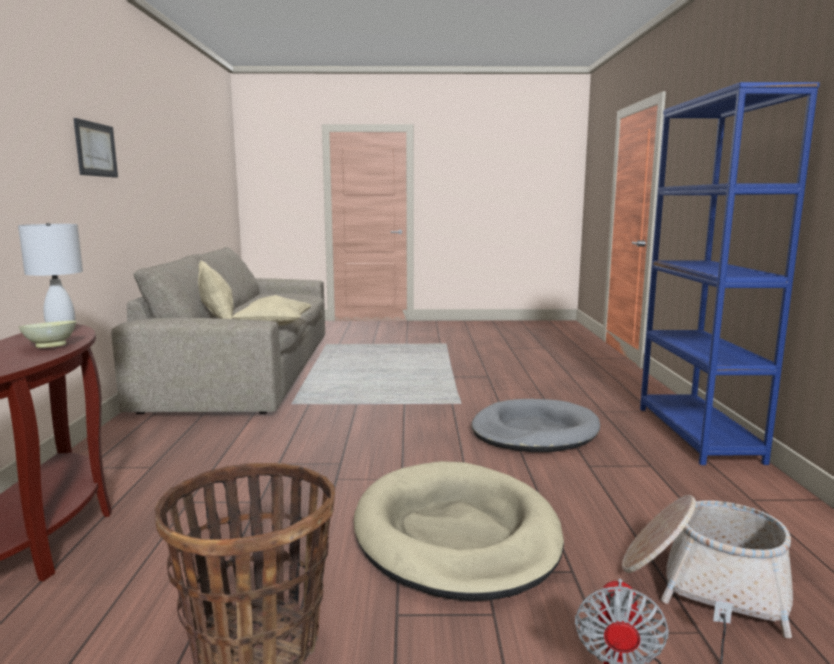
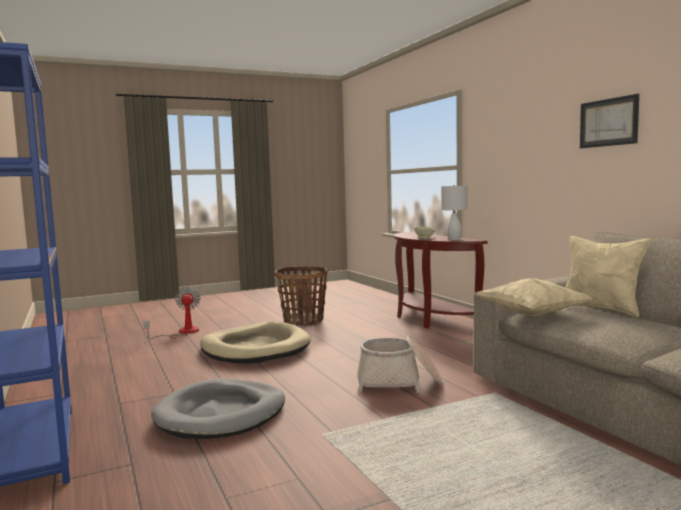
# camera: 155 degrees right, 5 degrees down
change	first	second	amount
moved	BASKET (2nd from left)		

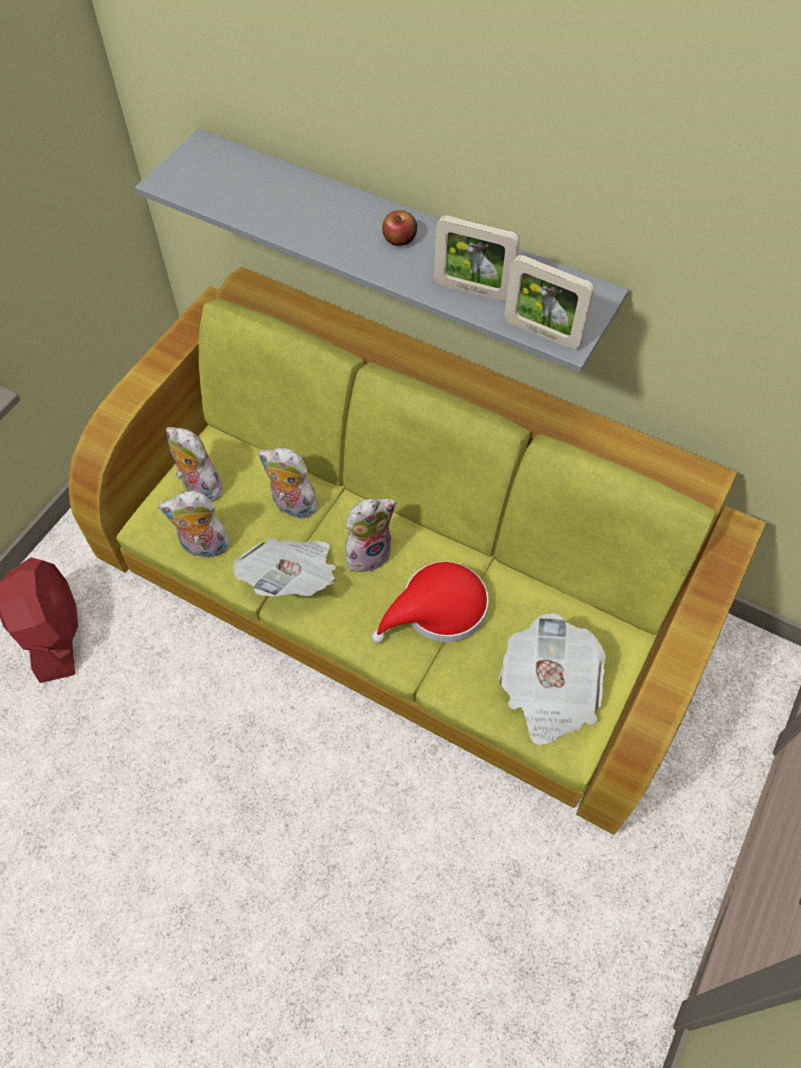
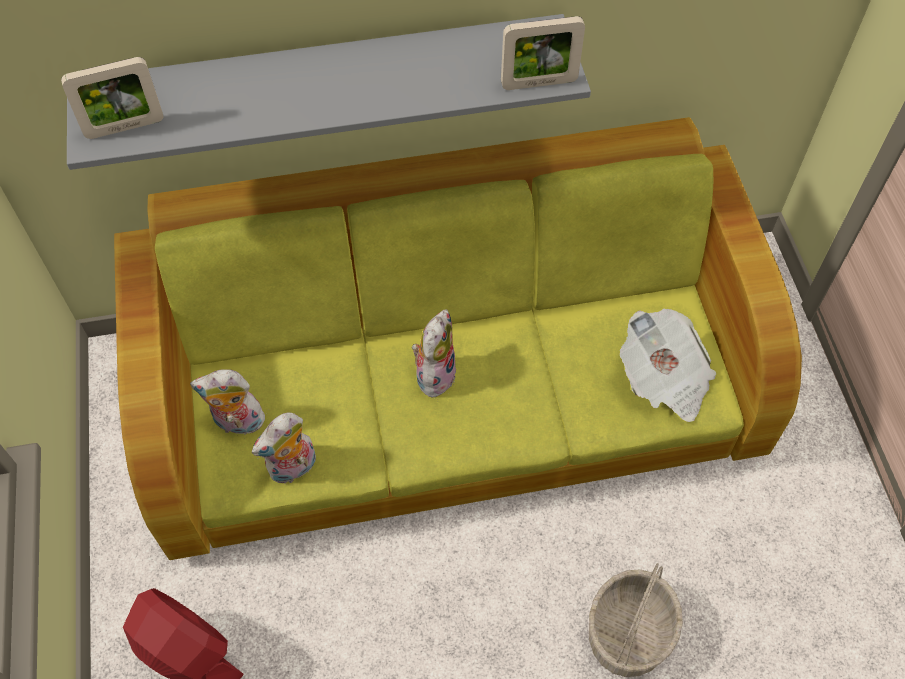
# camera: 40 degrees left, 0 degrees up
change	first	second	amount
removed	NEWSPAPER (1st from left)		
removed	PLUSH TOY (3rd from left)		
removed	RED HAT		
removed	APPLE		
moved	PICTURE FRAME (1st from left)		
added		BASKET	

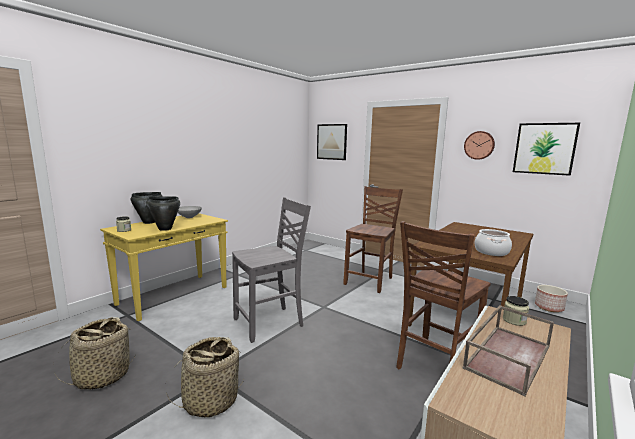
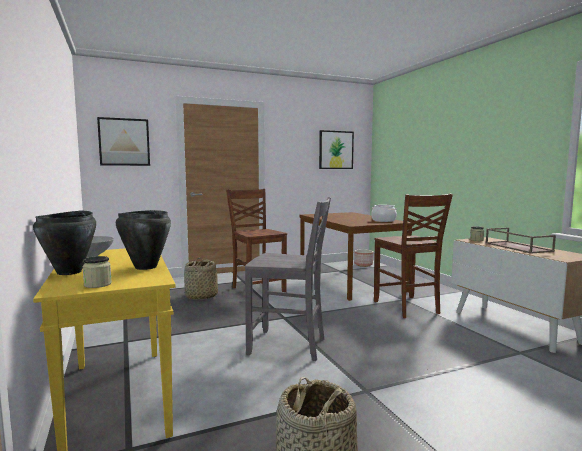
# camera: 60 degrees left, 5 degrees down
change	first	second	amount
moved	BASKET (2nd from left in the first image)	BASKET (1st from left)	
turned	GREY CHAIR		105 degrees clockwise
removed	WALL CLOCK		

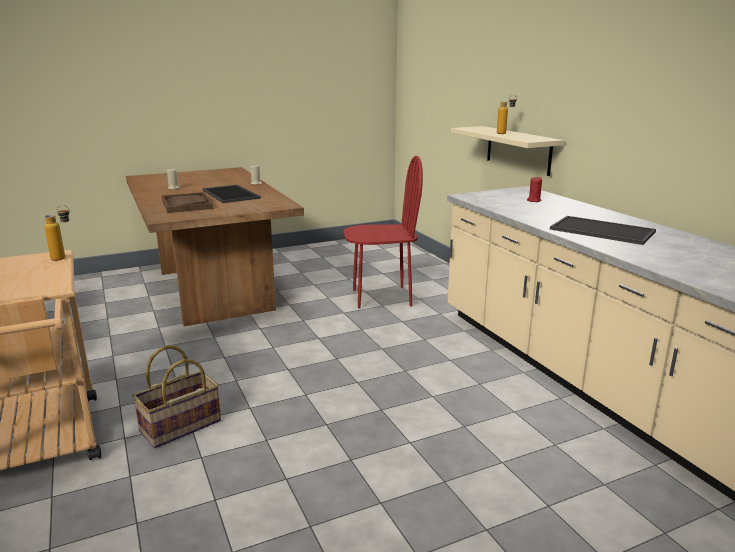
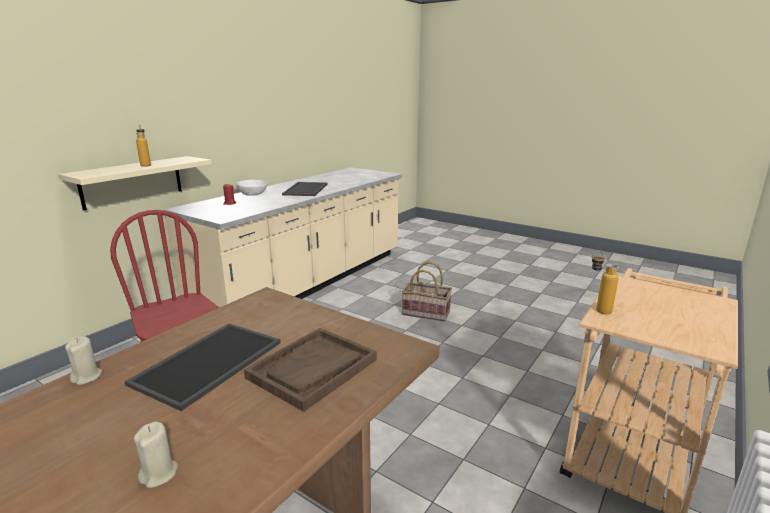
# camera: 120 degrees left, 0 degrees up
change	first	second	amount
moved	BASKET		
added		WHITE BOWL	

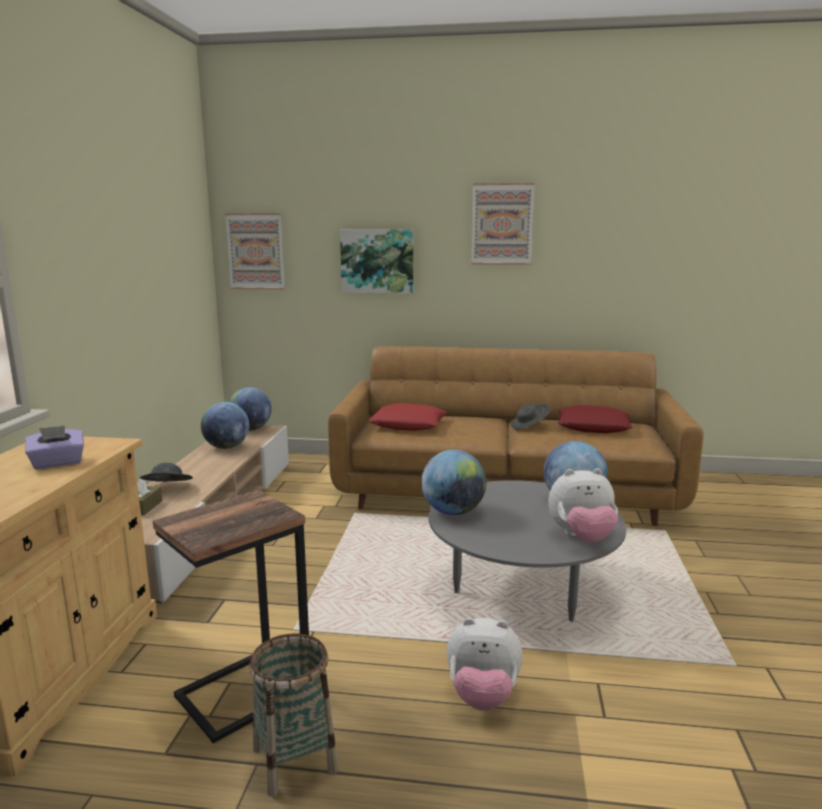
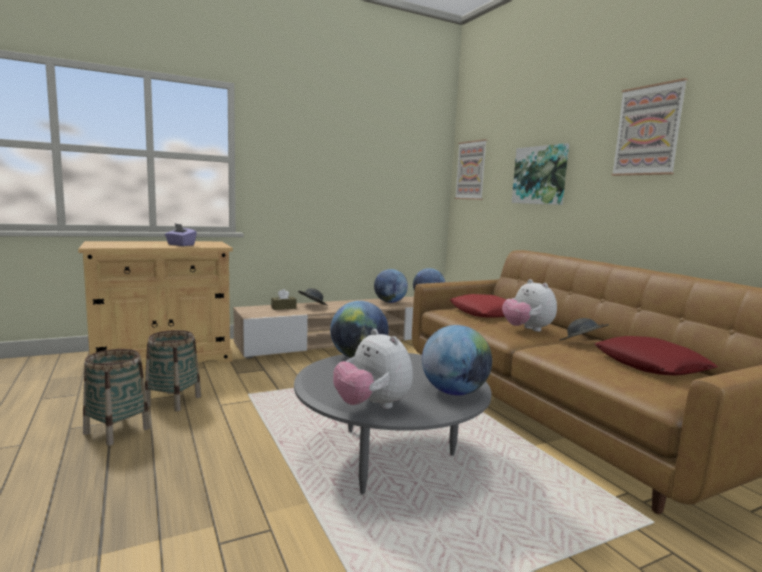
# camera: 55 degrees right, 5 degrees down
change	first	second	amount
replaced	SIDE TABLE	BASKET (2nd from left)	
moved	PLUSH TOY (1st from left in the first image)	PLUSH TOY (2nd from left)	

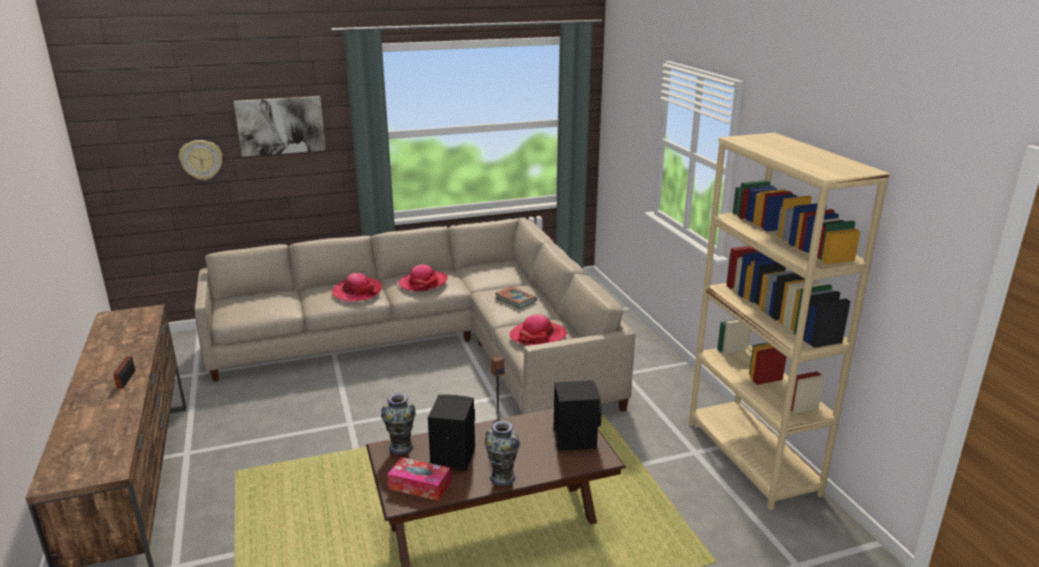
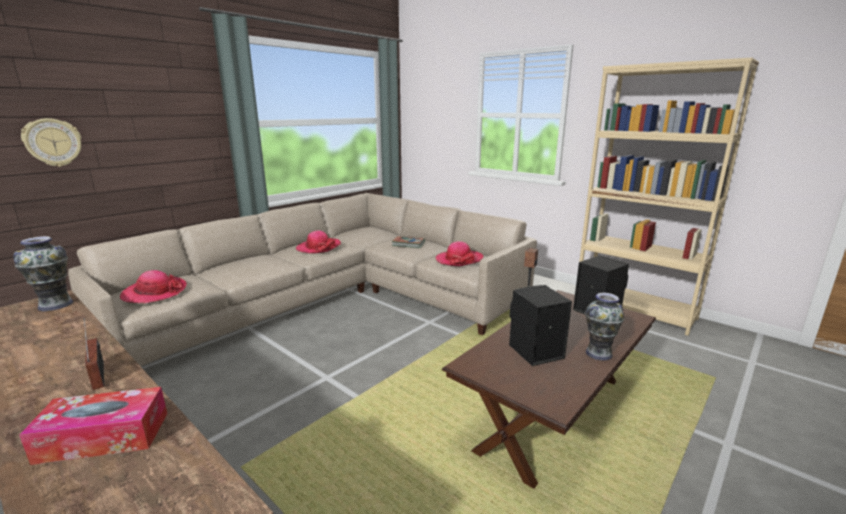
# camera: 30 degrees left, 5 degrees down
change	first	second	amount
removed	PICTURE		
moved	HAT (1st from left)		
moved	VASE (1st from left)		
moved	TISSUE BOX		

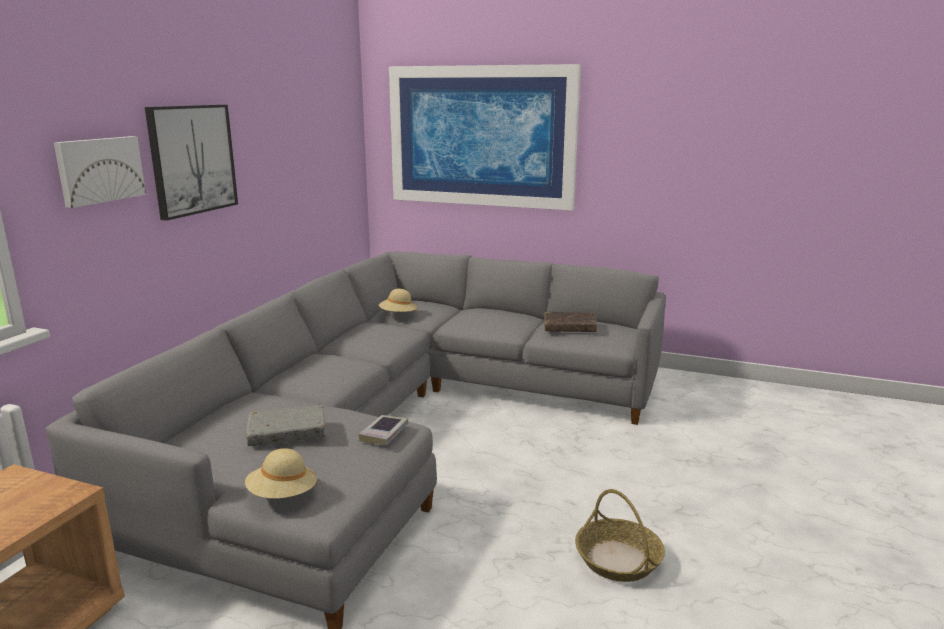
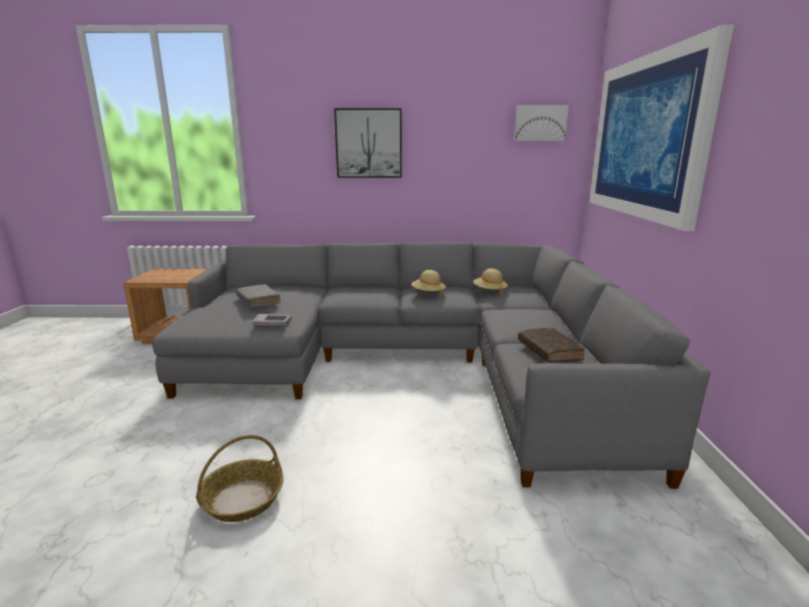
# camera: 70 degrees right, 0 degrees up
change	first	second	amount
moved	PICTURE (1st from left in the first image)	PICTURE (2nd from left)	
moved	BEIGE HAT (1st from left)		

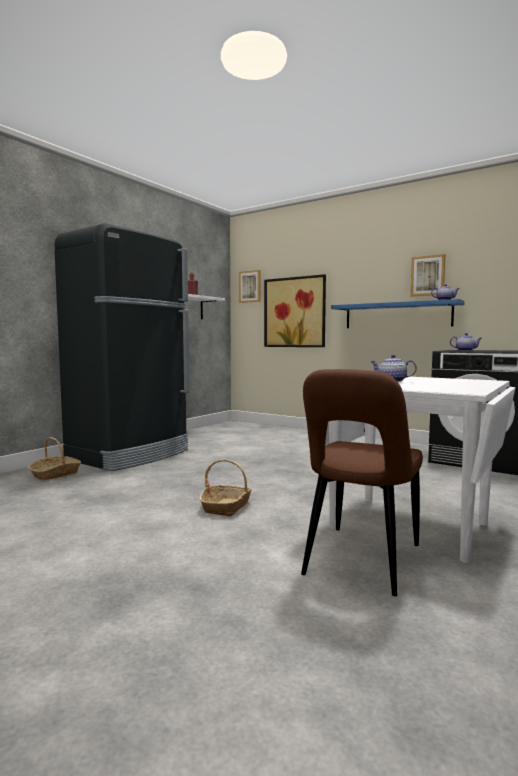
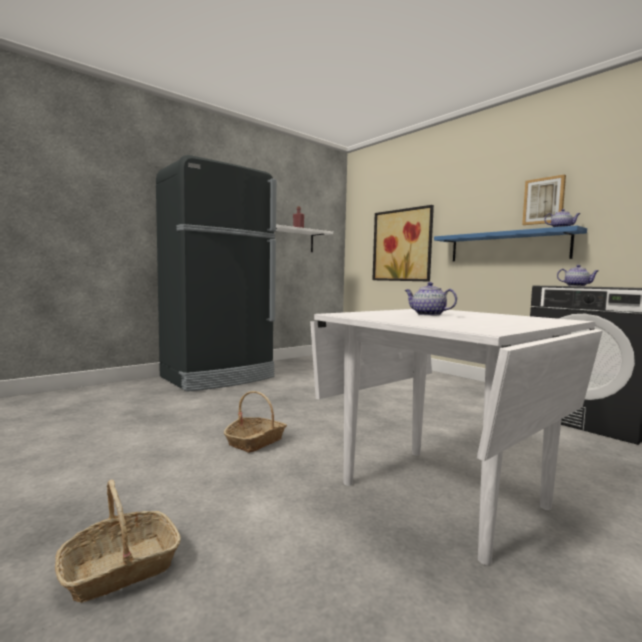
# camera: 15 degrees right, 0 degrees up
change	first	second	amount
moved	BASKET (1st from left)		
removed	PICTURE (1st from left)		
removed	BROWN CHAIR		

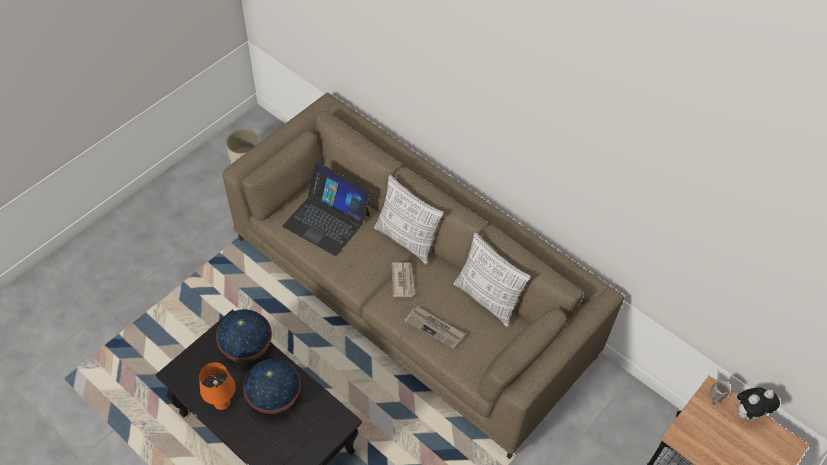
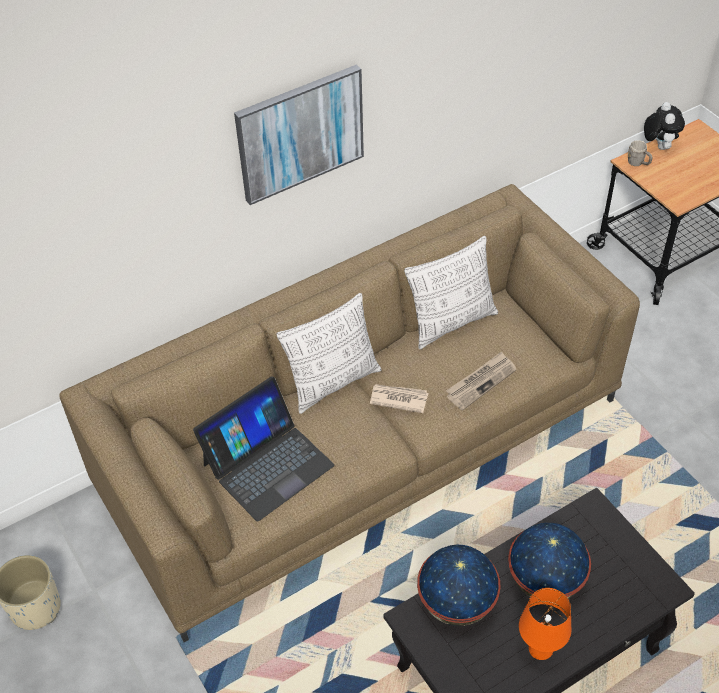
# camera: 70 degrees left, 5 degrees down
change	first	second	amount
added		PICTURE	

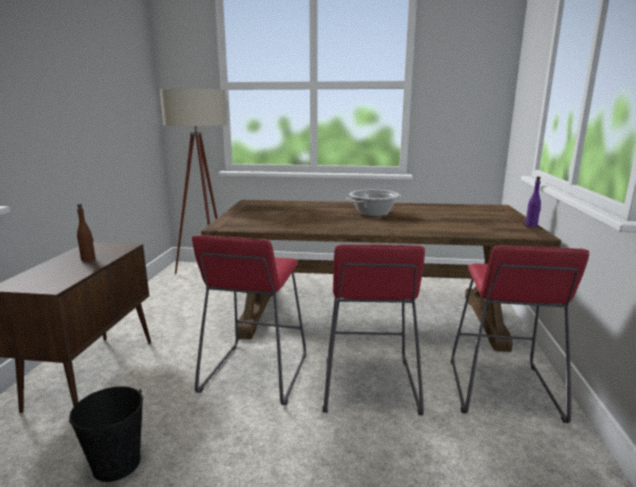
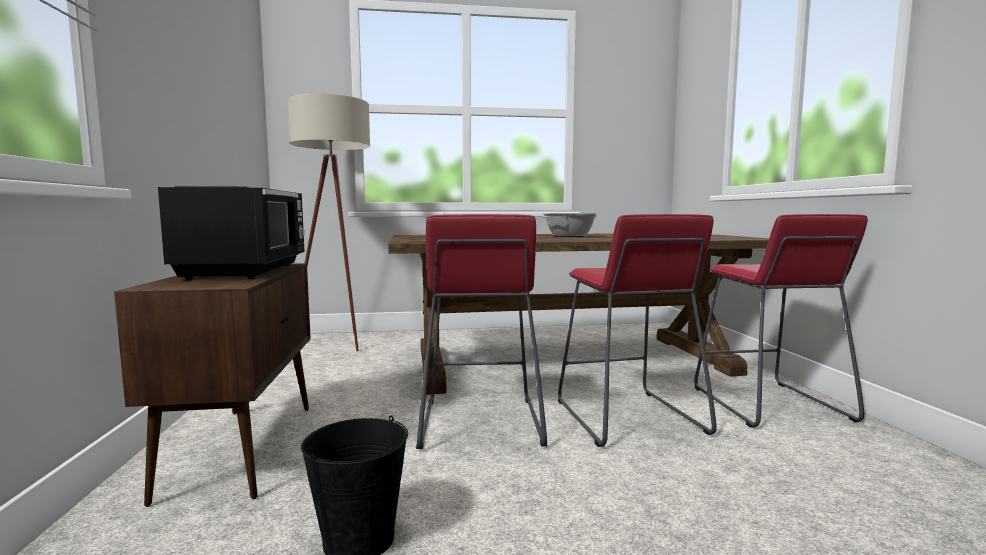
# camera: 15 degrees left, 10 degrees down
change	first	second	amount
replaced	BROWN BOTTLE	BLACK MICROWAVE	
removed	PURPLE BOTTLE		

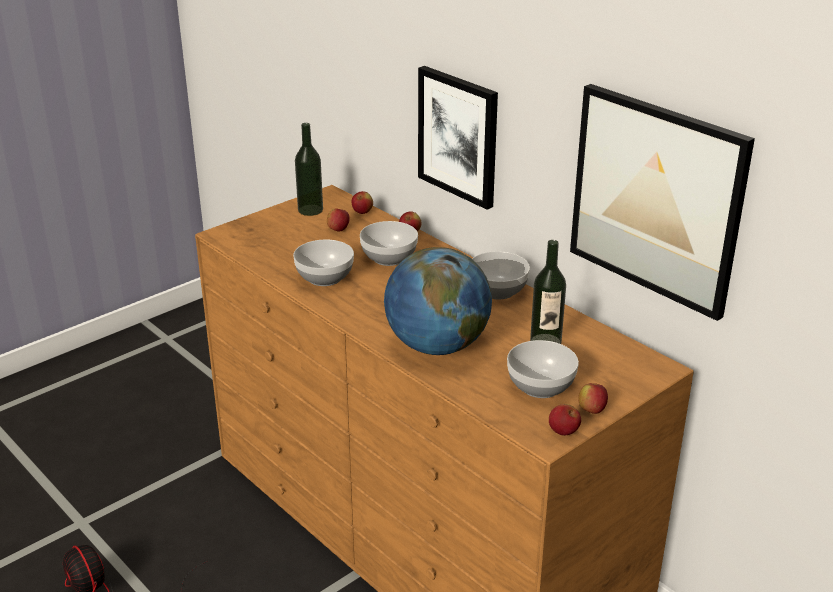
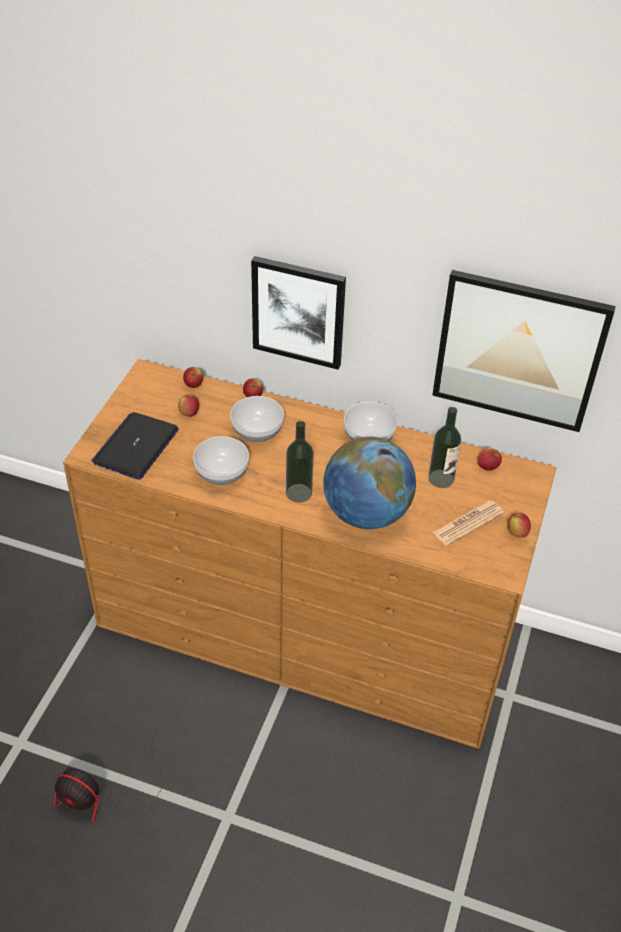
# camera: 30 degrees left, 15 degrees up
change	first	second	amount
moved	BOTTLE (1st from left)		
replaced	BOWL (4th from left)	NEWSPAPER	
moved	APPLE (4th from left)		
added		LAPTOP	

